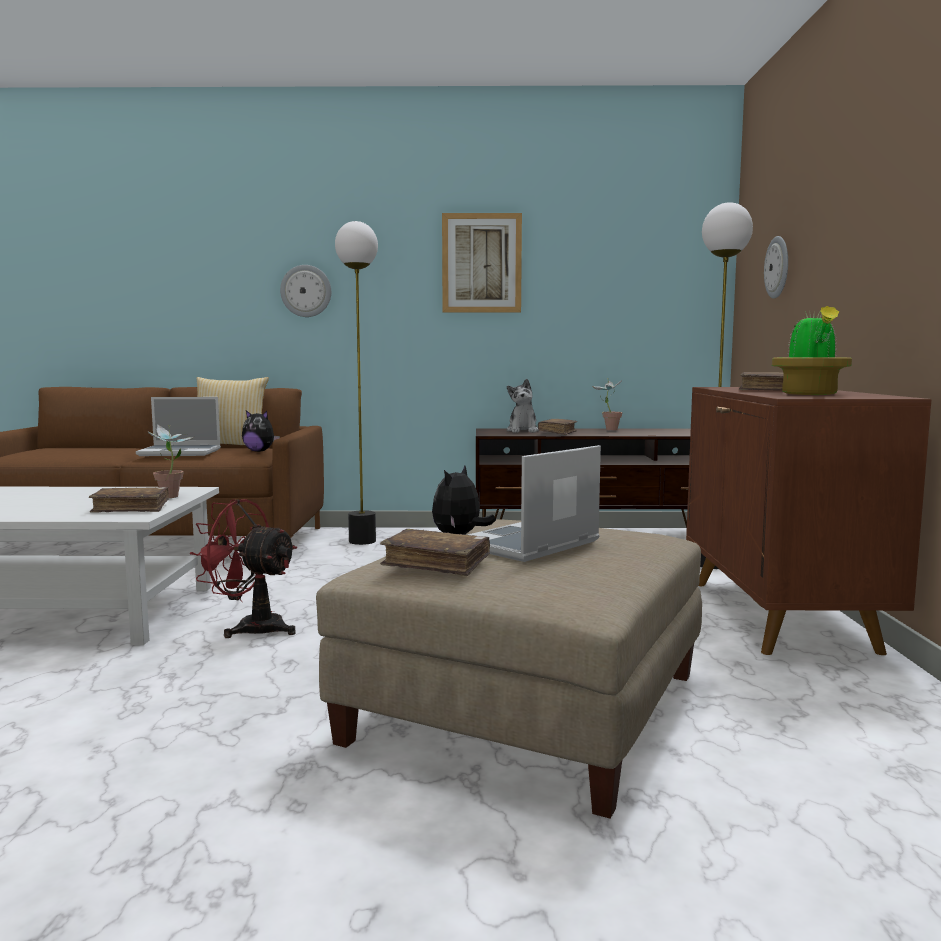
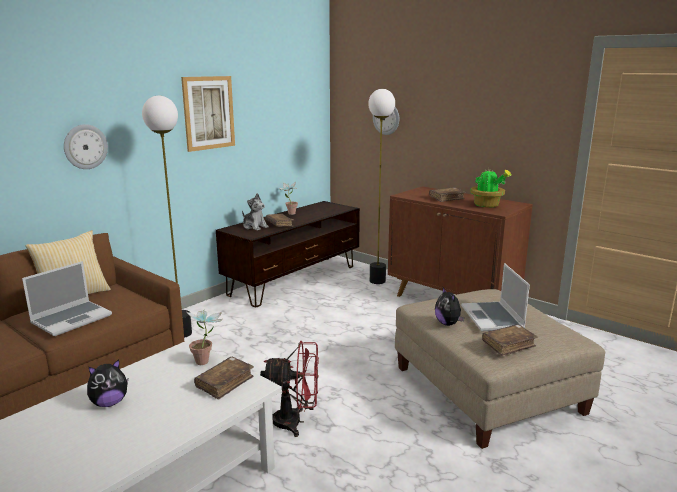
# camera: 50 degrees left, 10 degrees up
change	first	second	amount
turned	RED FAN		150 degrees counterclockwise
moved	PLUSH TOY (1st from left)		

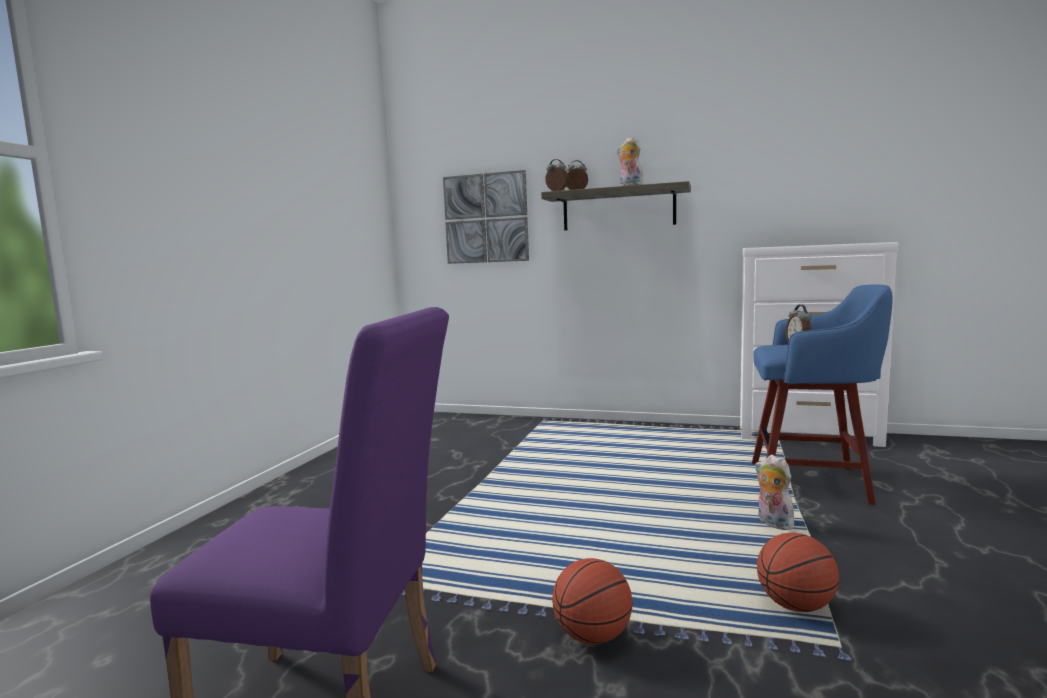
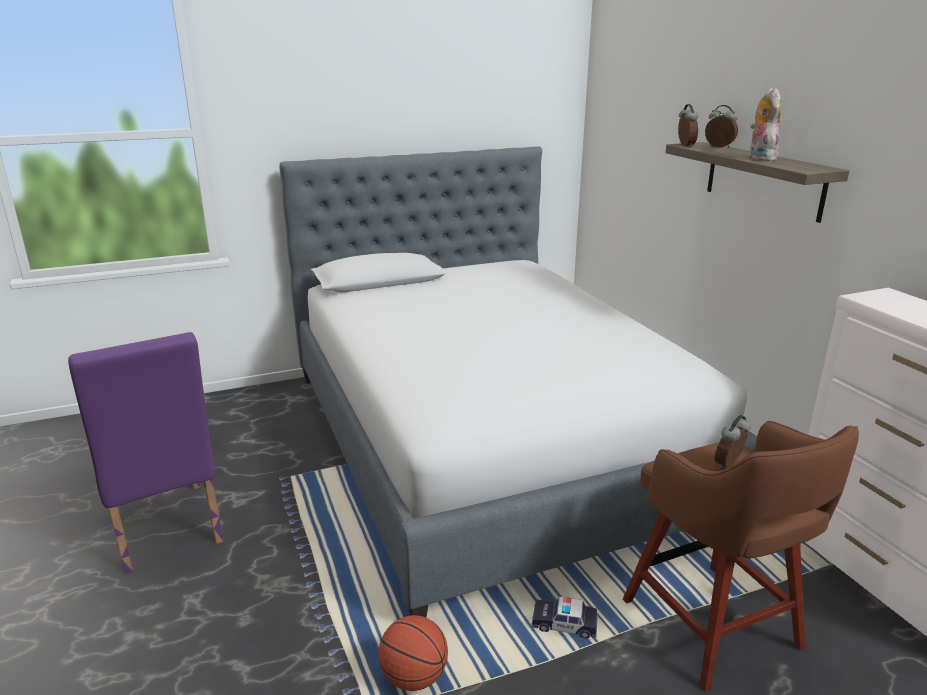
# camera: 50 degrees right, 15 degrees up
change	first	second	amount
removed	PICTURE		
removed	BASKETBALL (1st from left)		
recoloured	BLUE STOOL	BROWN STOOL	
replaced	PLUSH TOY (2nd from left)	TOY CAR	
added		BED	

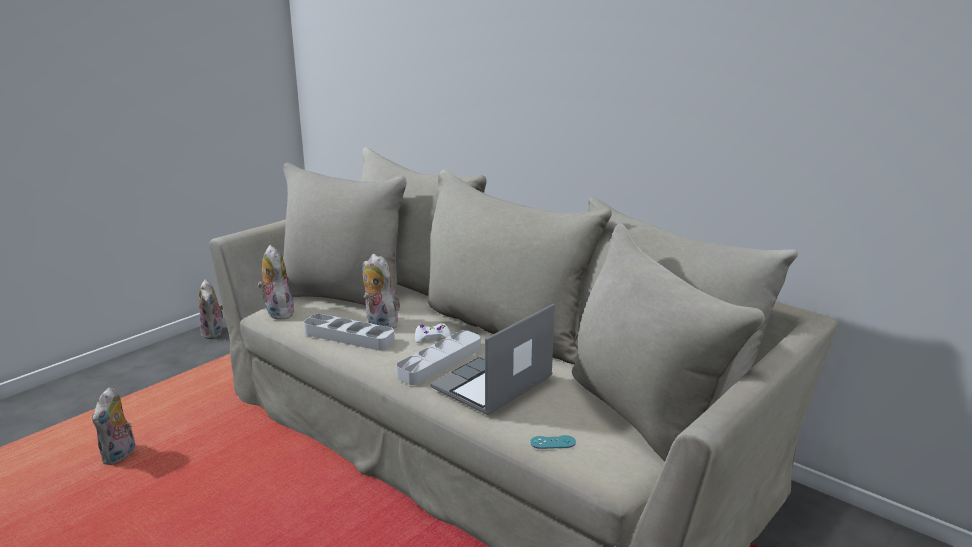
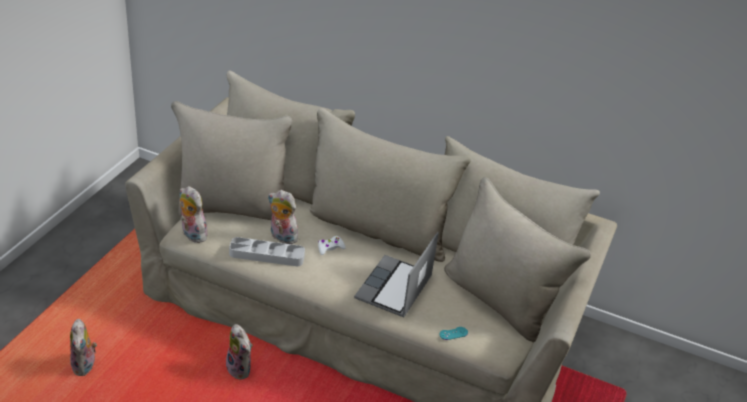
# camera: 20 degrees left, 15 degrees up
change	first	second	amount
moved	PLUSH TOY (2nd from left in the first image)	PLUSH TOY (3rd from left)	
removed	GREY TRAY (2nd from left)		

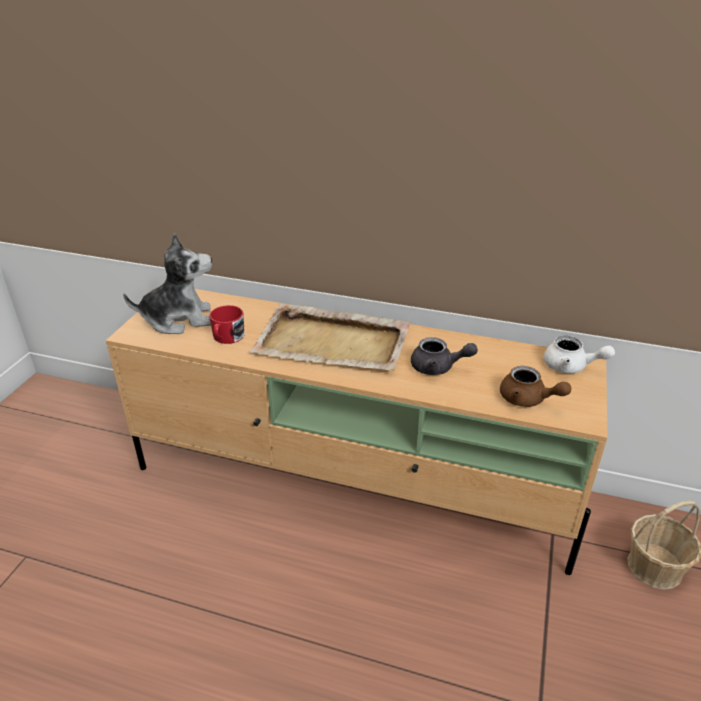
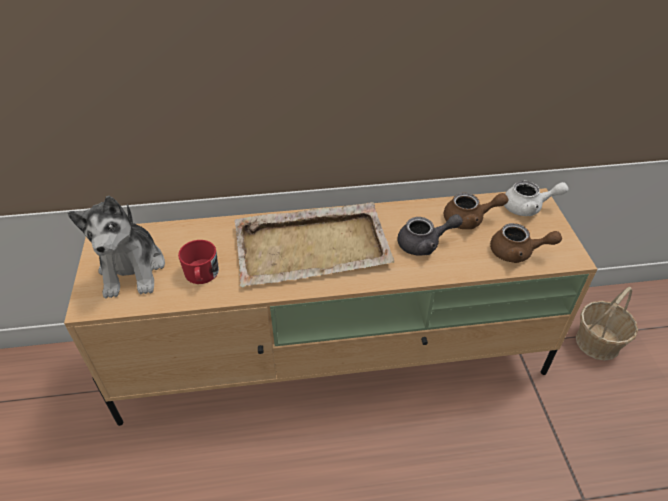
# camera: 25 degrees left, 10 degrees up
change	first	second	amount
turned	PLUSH TOY		120 degrees clockwise
added		BROWN TEAPOT (1st from left)	

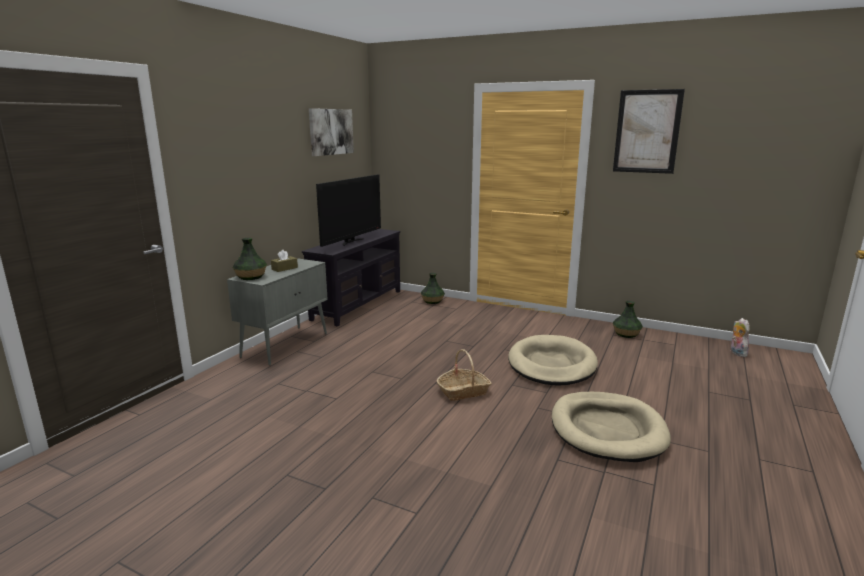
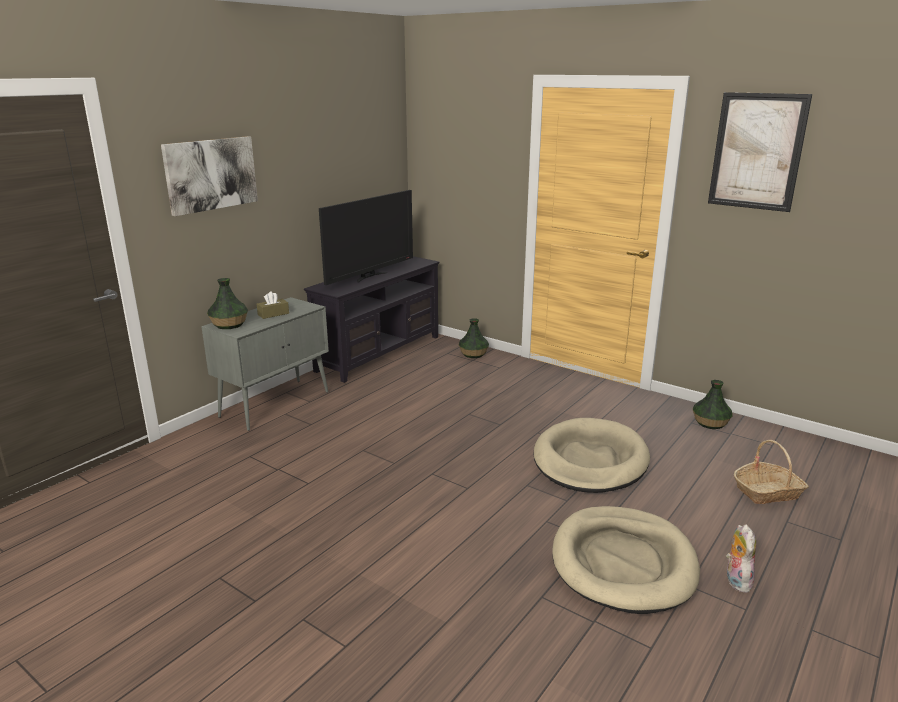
# camera: 10 degrees right, 5 degrees up
change	first	second	amount
moved	PICTURE (1st from left)		
moved	BASKET		
moved	PLUSH TOY		

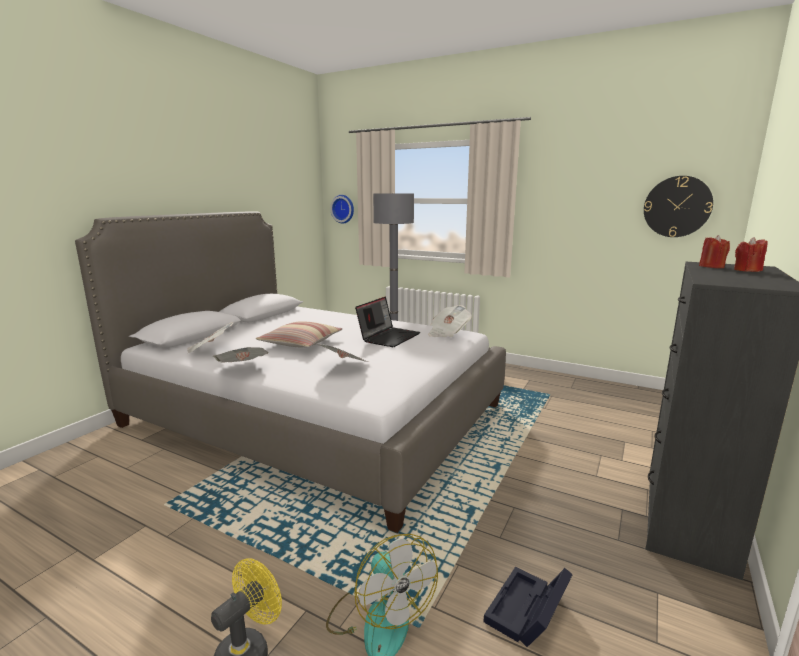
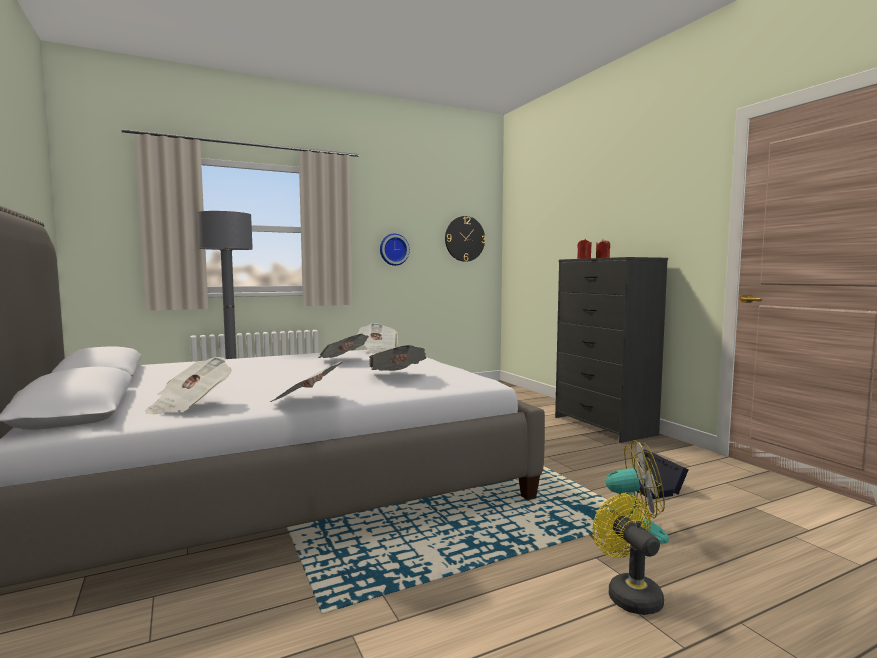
# camera: 55 degrees left, 10 degrees down
change	first	second	amount
removed	PILLOW		
moved	WALL CLOCK (1st from left)		
replaced	LAPTOP	NEWSPAPER (3rd from left)	

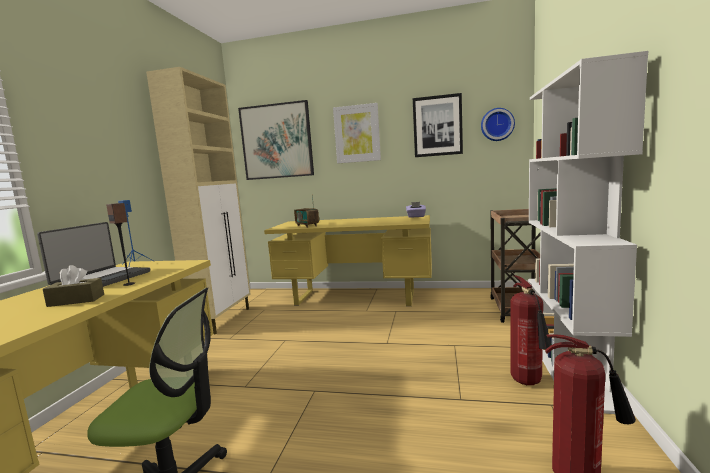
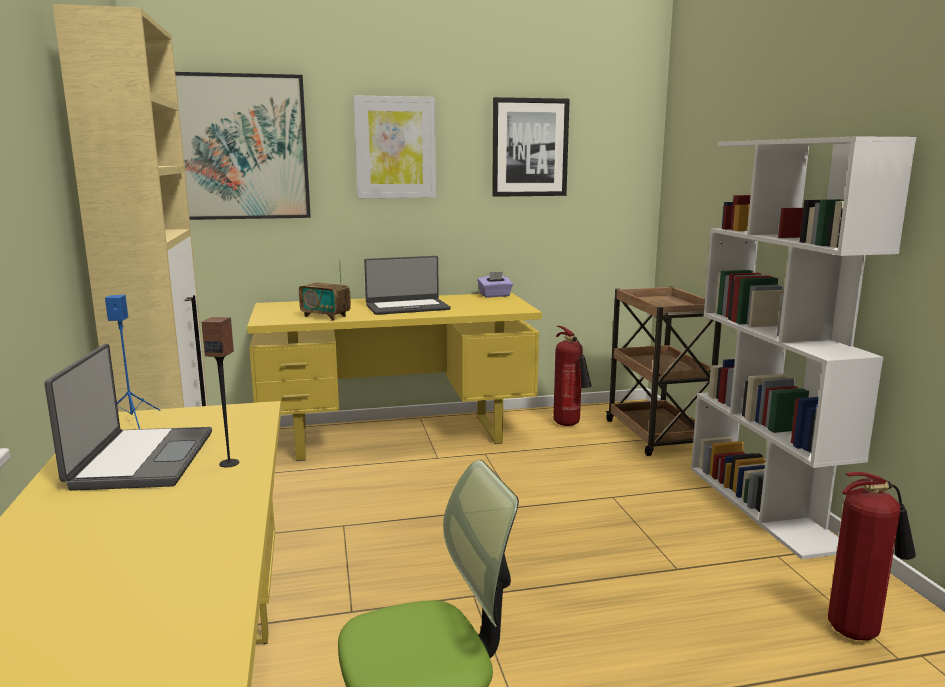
# camera: 25 degrees left, 5 degrees up
change	first	second	amount
removed	BROWN TISSUE BOX		
removed	WALL CLOCK		
moved	FIRE EXTINGUISHER (1st from left)		
added		LAPTOP (2nd from left)	

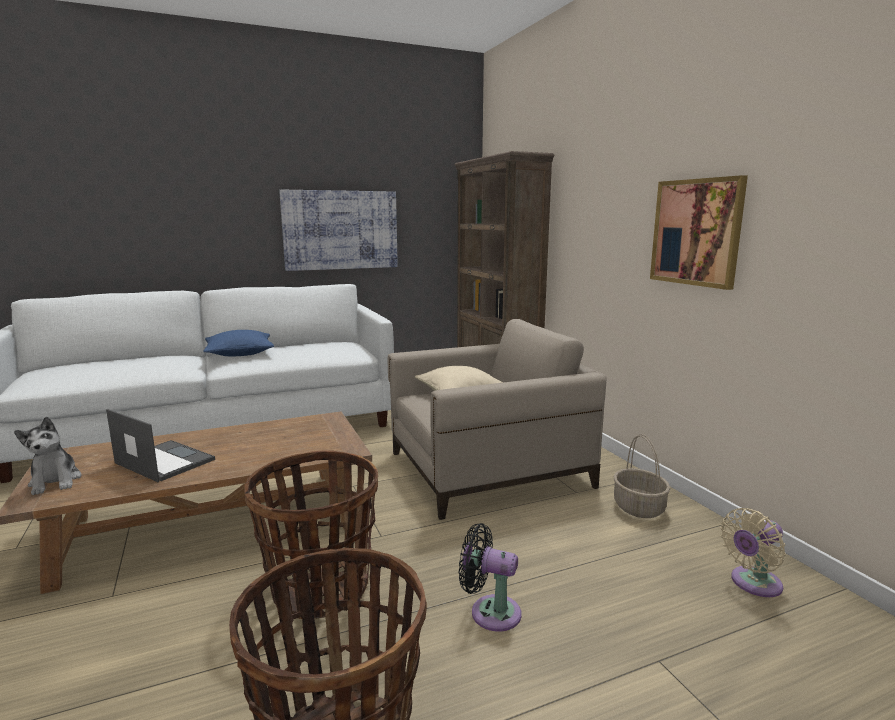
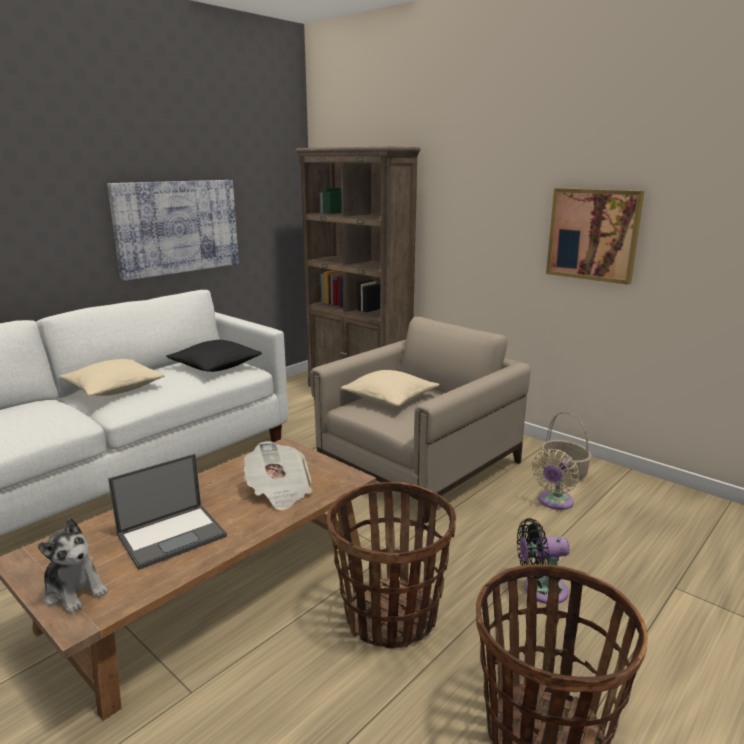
# camera: 25 degrees left, 5 degrees up
change	first	second	amount
turned	LAPTOP		135 degrees clockwise
recoloured	BLUE PILLOW	BEIGE PILLOW (1st from left)	
moved	BEIGE FAN		
added		BLACK PILLOW	
added		NEWSPAPER	

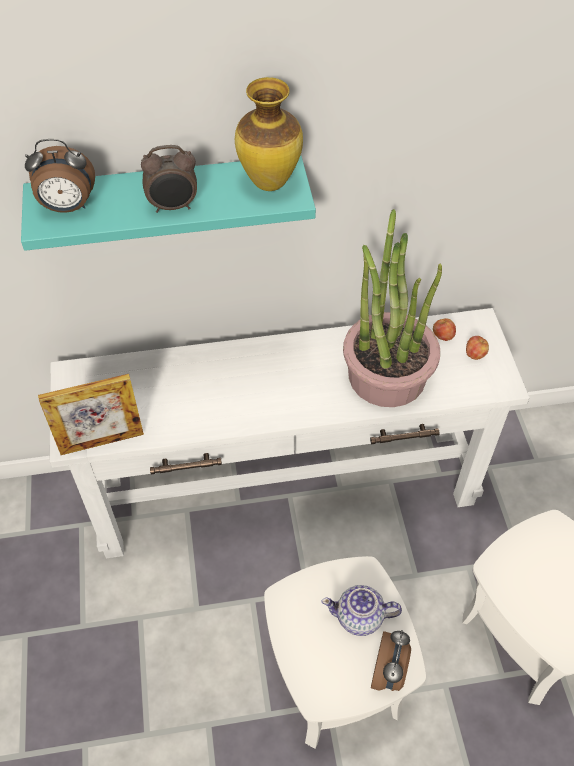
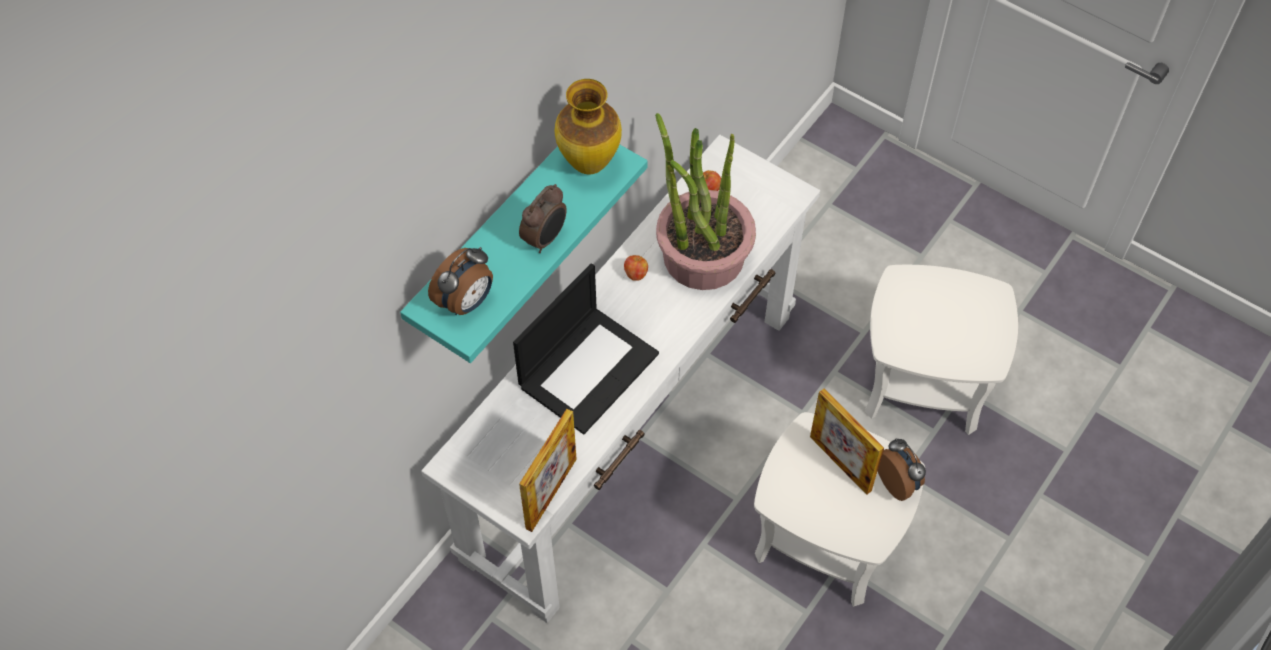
# camera: 45 degrees left, 5 degrees up
change	first	second	amount
replaced	TEAPOT	PICTURE FRAME (2nd from left)	
moved	APPLE (2nd from left in the first image)	APPLE (1st from left)	
added		LAPTOP	

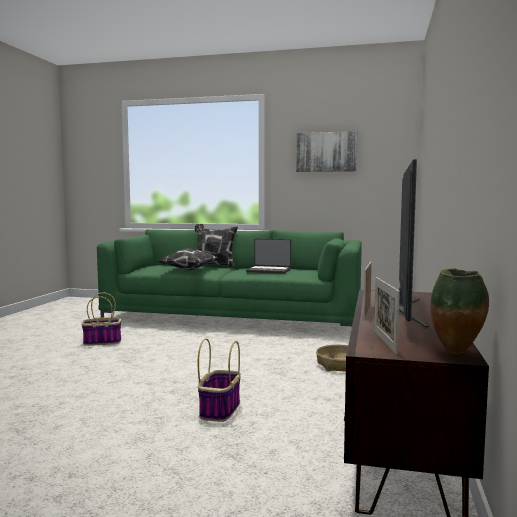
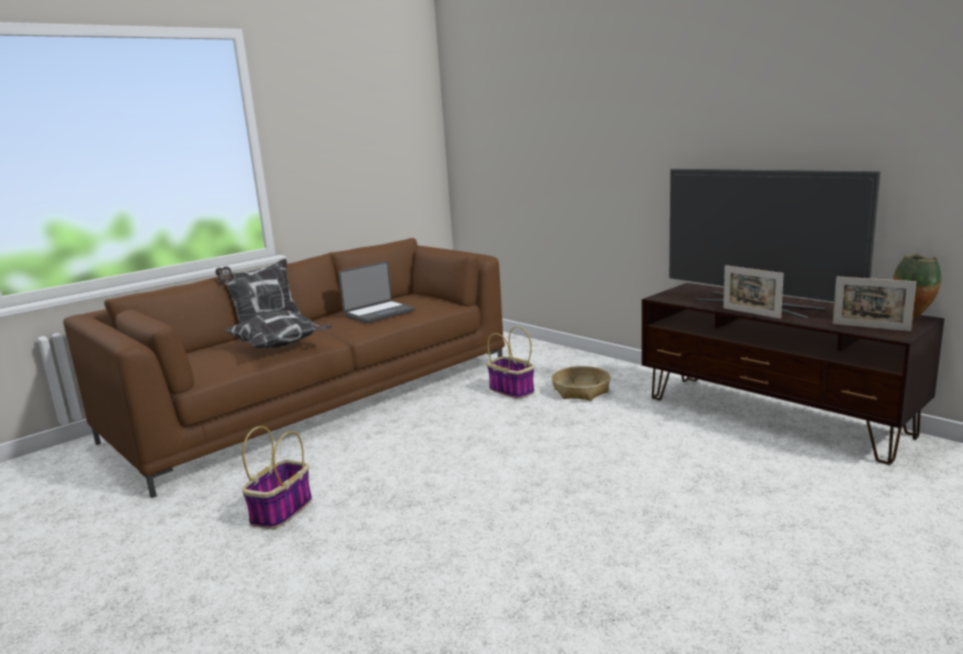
# camera: 55 degrees left, 10 degrees up
change	first	second	amount
recoloured	GREEN SOFA	BROWN SOFA	
moved	BASKET (2nd from left)		
removed	PICTURE		

